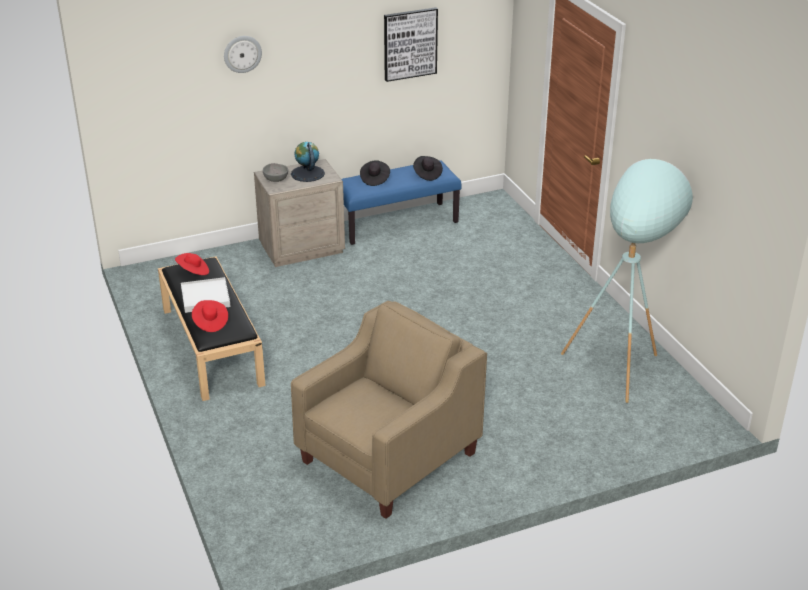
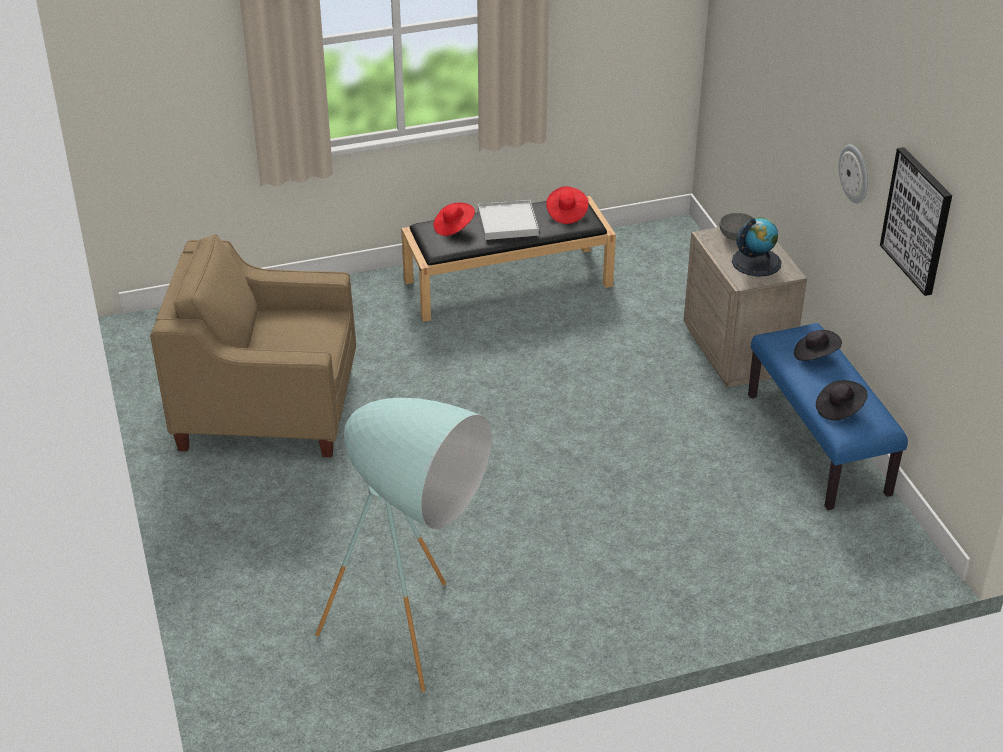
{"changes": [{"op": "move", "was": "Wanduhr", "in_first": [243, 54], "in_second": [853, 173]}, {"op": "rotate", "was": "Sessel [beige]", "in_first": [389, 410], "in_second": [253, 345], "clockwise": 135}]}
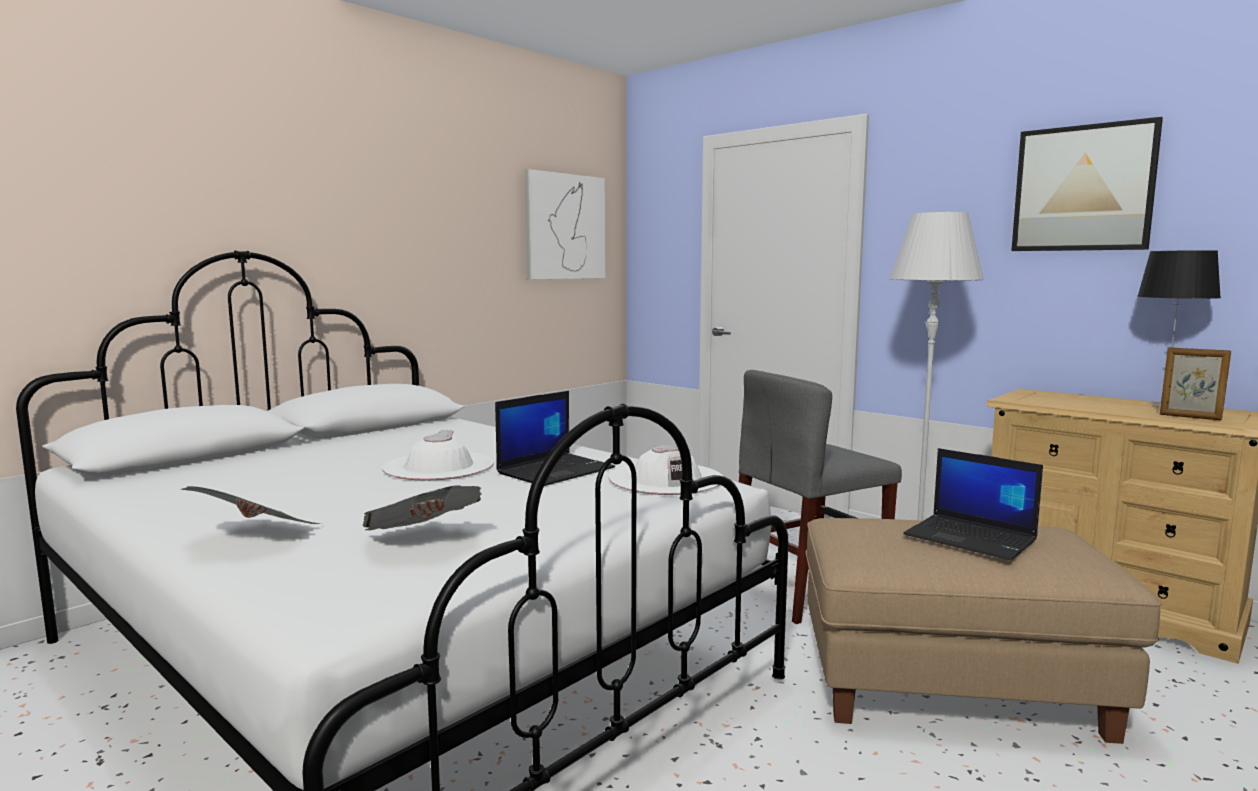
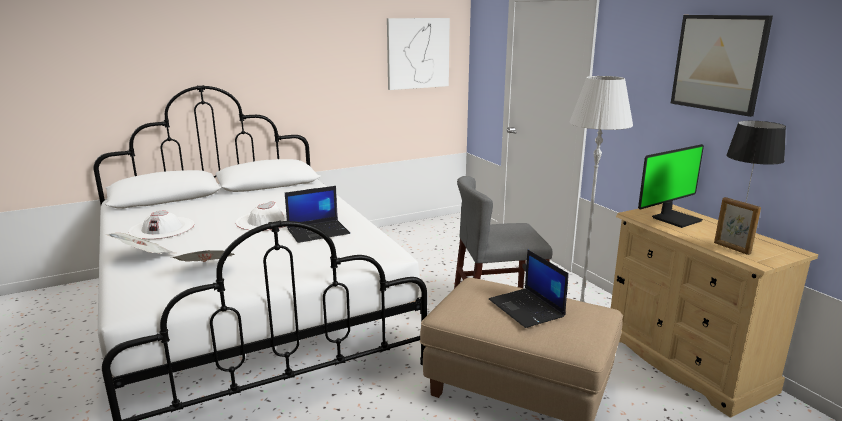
{"changes": [{"op": "move", "was": "Hut [weiß]", "in_first": [666, 470], "in_second": [161, 225]}, {"op": "insert", "now": "Monitor", "in_second": [671, 186]}]}
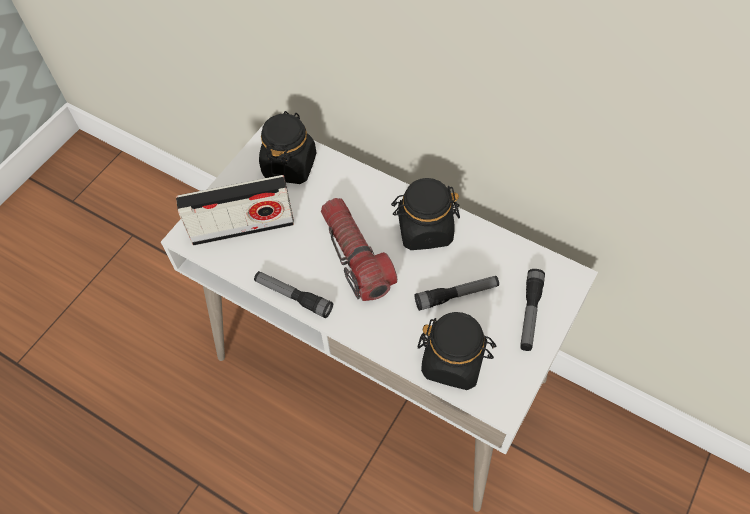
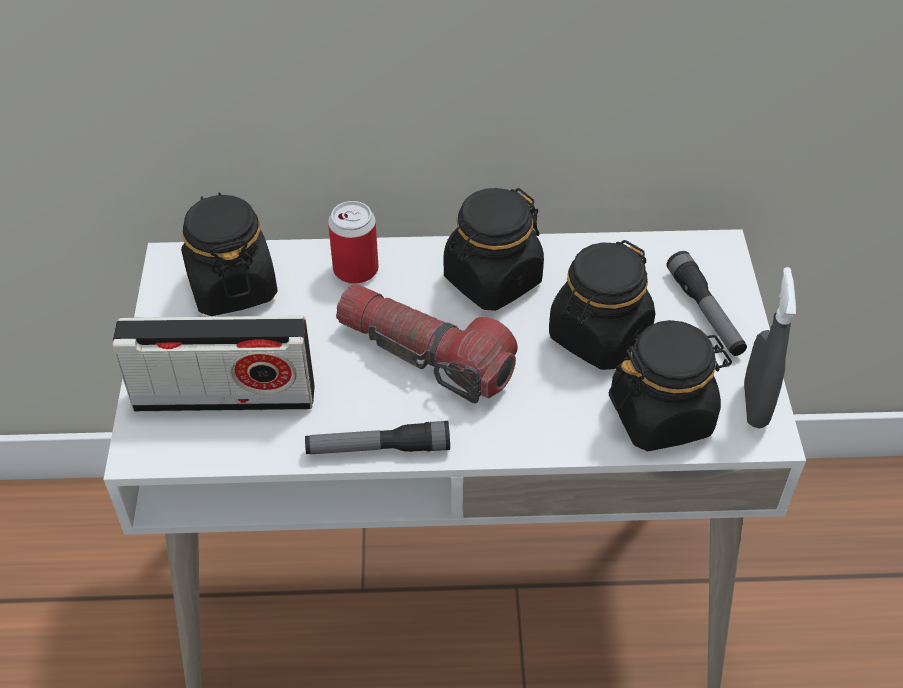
{"changes": [{"op": "rotate", "was": "Radio", "in_first": [235, 210], "in_second": [213, 364], "clockwise": 45}, {"op": "replace", "was": "Taschenlampe", "now": "Vorratsglas [schwarz]", "in_first": [456, 293], "in_second": [602, 305]}, {"op": "insert", "now": "Dose", "in_second": [353, 242]}, {"op": "insert", "now": "Sprühflasche [grau]", "in_second": [770, 347]}]}
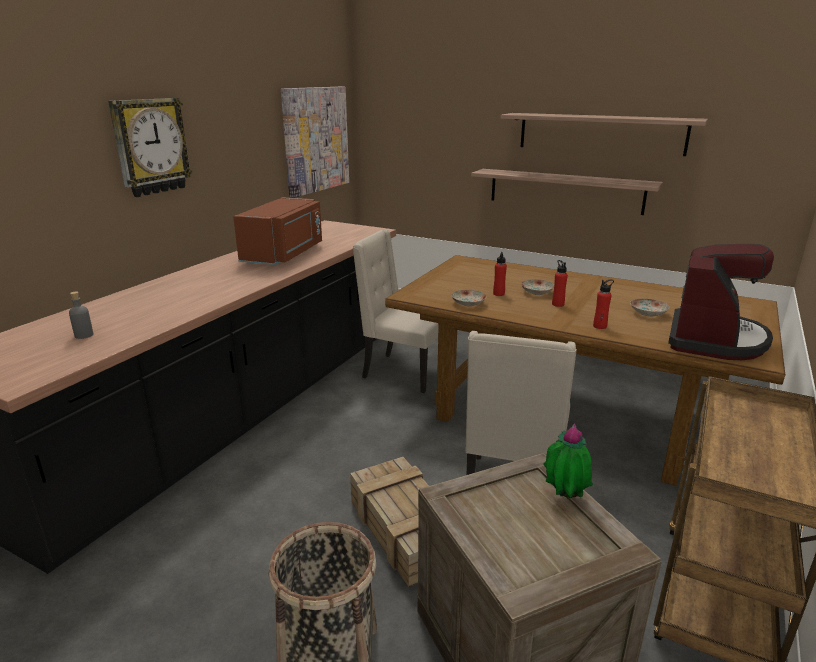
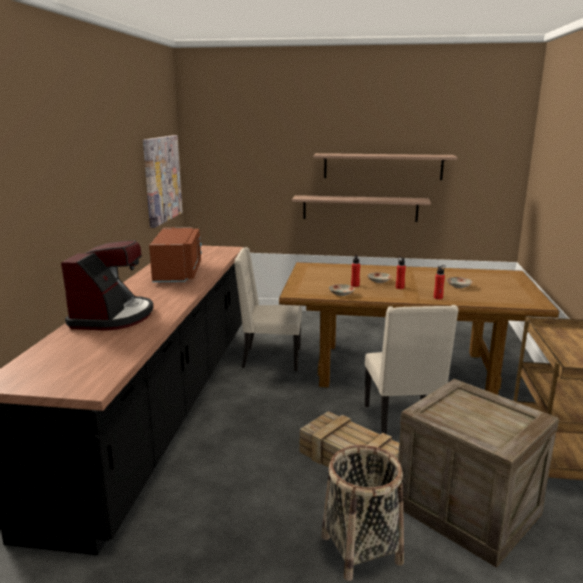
{"changes": [{"op": "delete", "was": "Wanduhr", "in_first": [150, 147]}, {"op": "move", "was": "Kaffeemaschine", "in_first": [721, 302], "in_second": [107, 285]}, {"op": "delete", "was": "Flasche [grau]", "in_first": [81, 315]}, {"op": "delete", "was": "Topfpflanze", "in_first": [568, 460]}]}
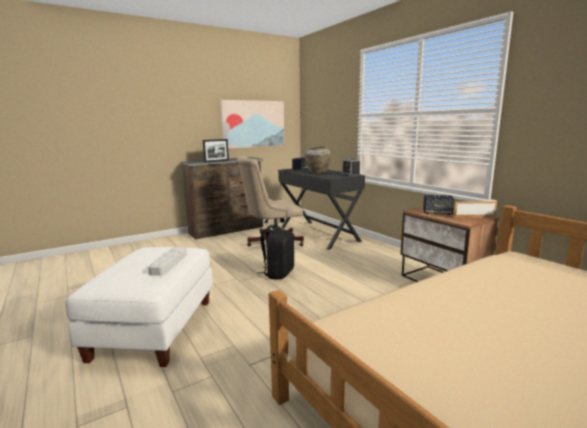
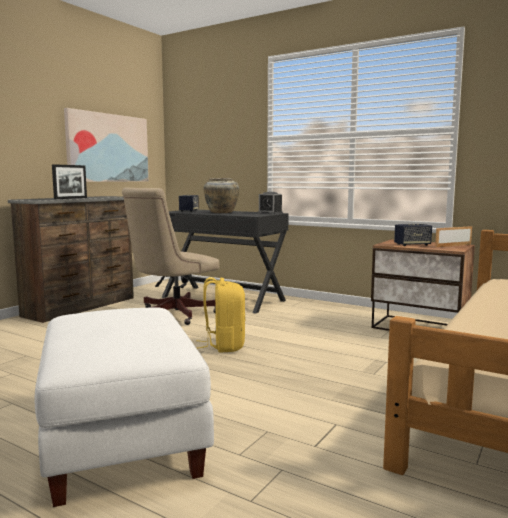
{"changes": [{"op": "recolor", "was": "Rucksack [schwarz]", "now": "Rucksack [gelb]", "in_first": [275, 252], "in_second": [221, 315]}, {"op": "delete", "was": "Tablett [grau]", "in_first": [167, 261]}]}
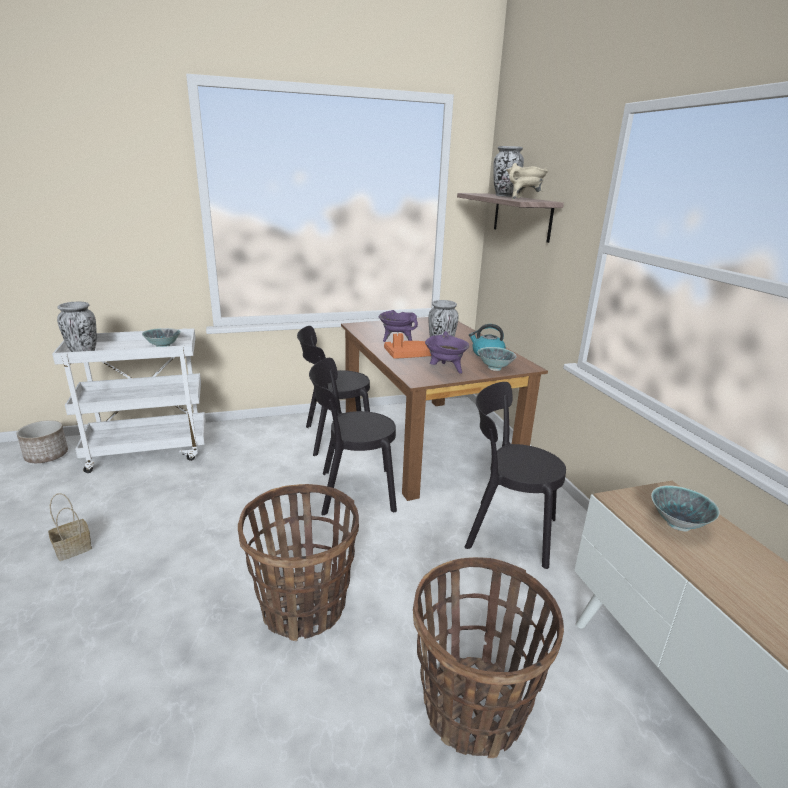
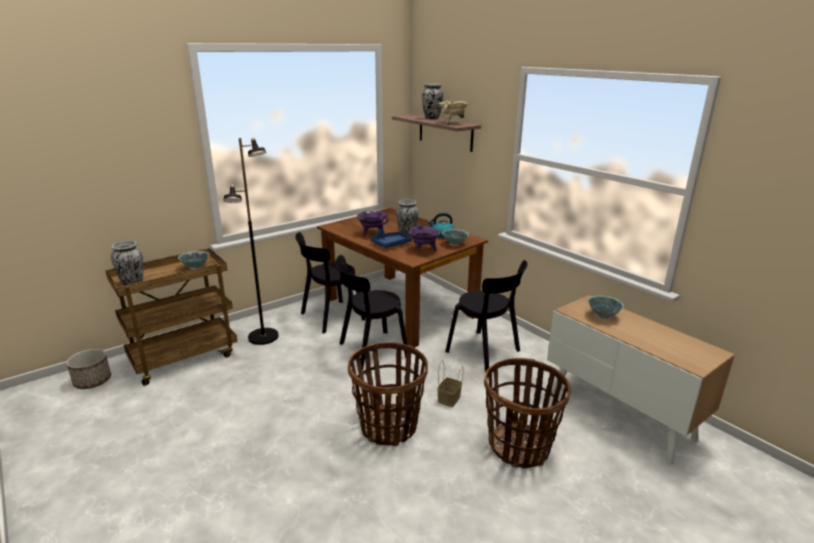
{"changes": [{"op": "recolor", "was": "Rollwagen [weiß]", "now": "Rollwagen [braun]", "in_first": [129, 400], "in_second": [171, 317]}, {"op": "recolor", "was": "Tablett [orange]", "now": "Tablett [blau]", "in_first": [407, 346], "in_second": [391, 238]}, {"op": "rotate", "was": "Stuhl [schwarz]", "in_first": [515, 475], "in_second": [486, 316], "clockwise": -135}, {"op": "move", "was": "Korb", "in_first": [70, 527], "in_second": [450, 383]}, {"op": "insert", "now": "Stehlampe [schwarz]", "in_second": [251, 241]}]}
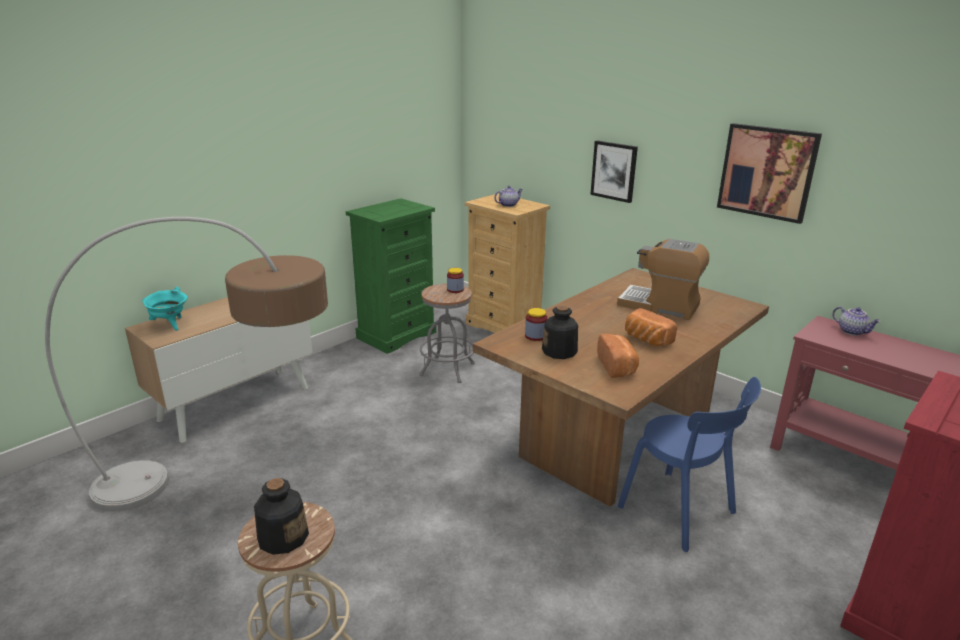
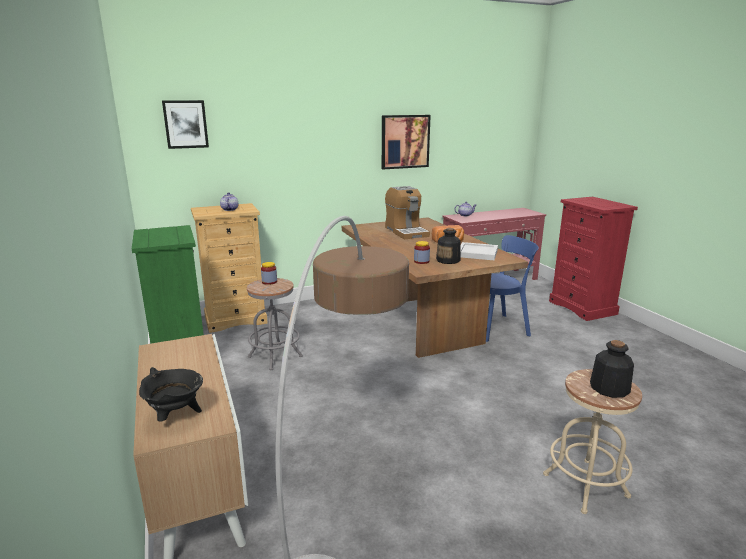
{"changes": [{"op": "move", "was": "Bild", "in_first": [614, 172], "in_second": [185, 124]}, {"op": "rotate", "was": "Kaffeemaschine", "in_first": [663, 279], "in_second": [407, 212], "clockwise": -75}, {"op": "recolor", "was": "Kochtopf [türkis]", "now": "Kochtopf [schwarz]", "in_first": [165, 308], "in_second": [171, 394]}, {"op": "replace", "was": "Brot", "now": "Tablett [weiß]", "in_first": [618, 356], "in_second": [479, 251]}]}
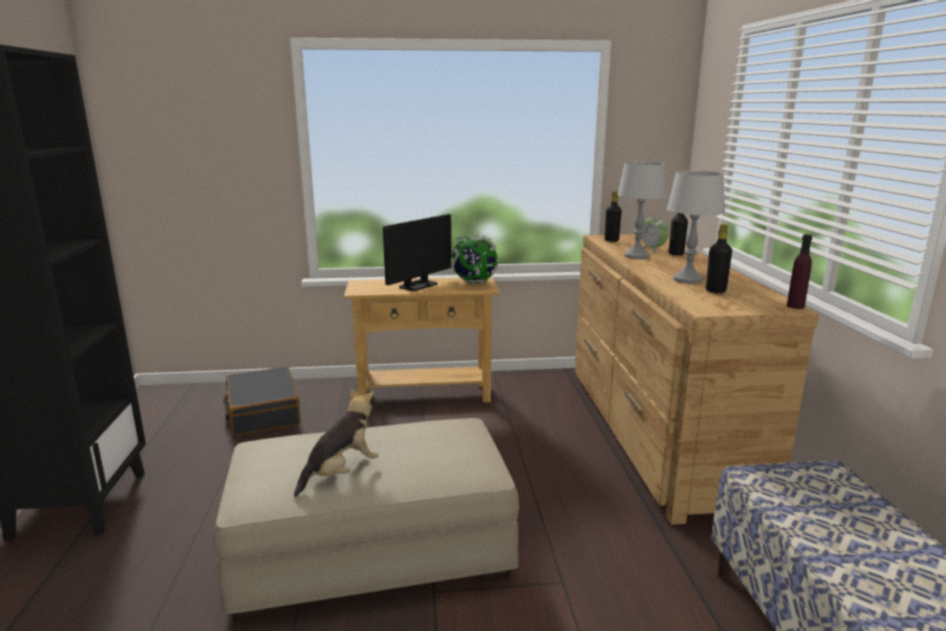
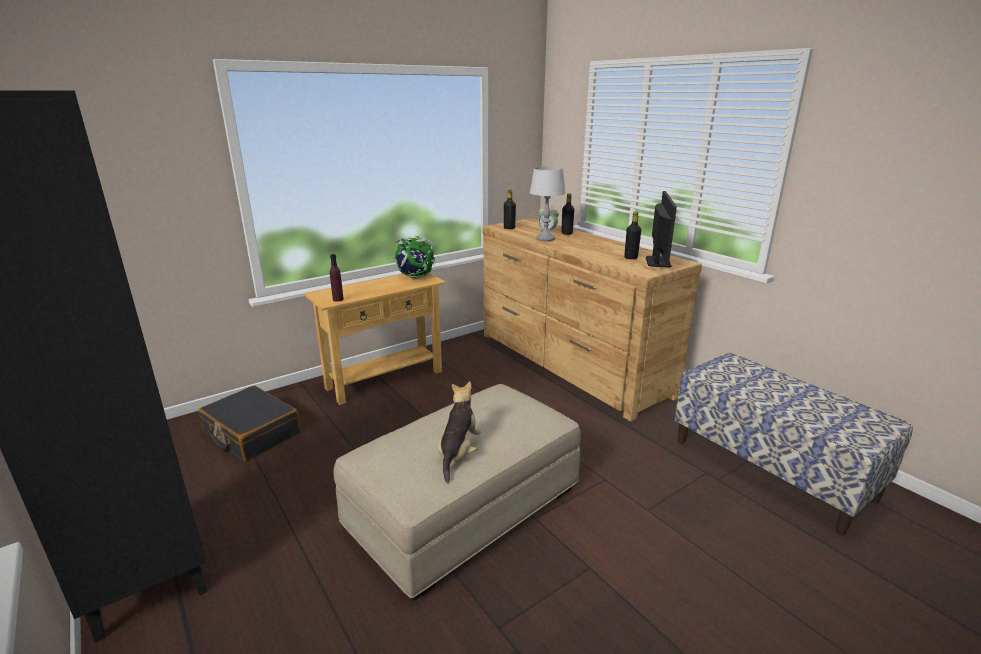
{"changes": [{"op": "delete", "was": "Tischlampe [grau]", "in_first": [696, 227]}, {"op": "move", "was": "Monitor", "in_first": [417, 252], "in_second": [661, 229]}, {"op": "move", "was": "Flasche [lila]", "in_first": [799, 271], "in_second": [337, 278]}]}
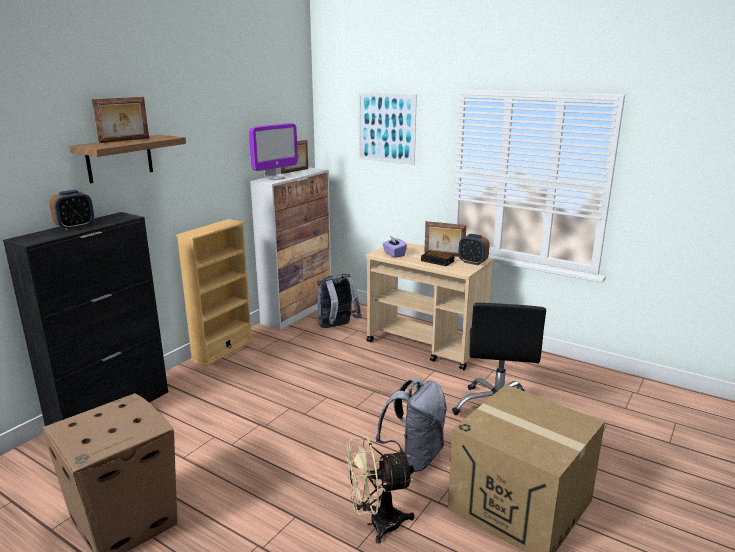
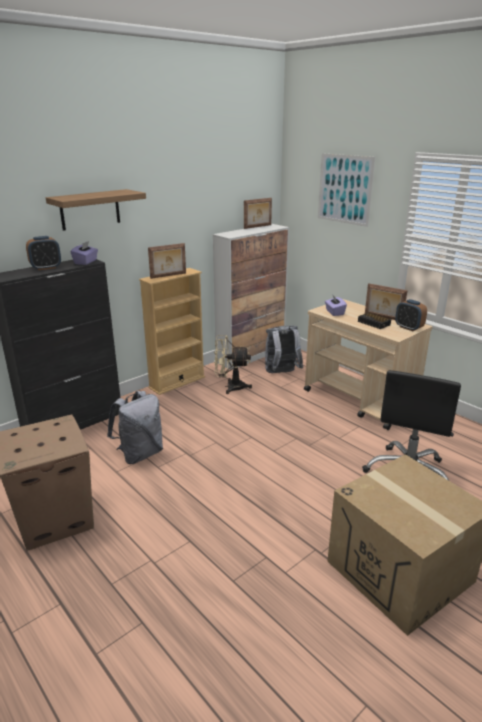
{"changes": [{"op": "move", "was": "Bilderrahmen", "in_first": [120, 120], "in_second": [167, 261]}, {"op": "delete", "was": "Monitor", "in_first": [273, 151]}, {"op": "move", "was": "Rucksack [grau]", "in_first": [411, 425], "in_second": [135, 427]}, {"op": "move", "was": "Ventilator [beige]", "in_first": [380, 490], "in_second": [233, 364]}, {"op": "insert", "now": "Taschentuchbox [lila]", "in_second": [84, 253]}]}
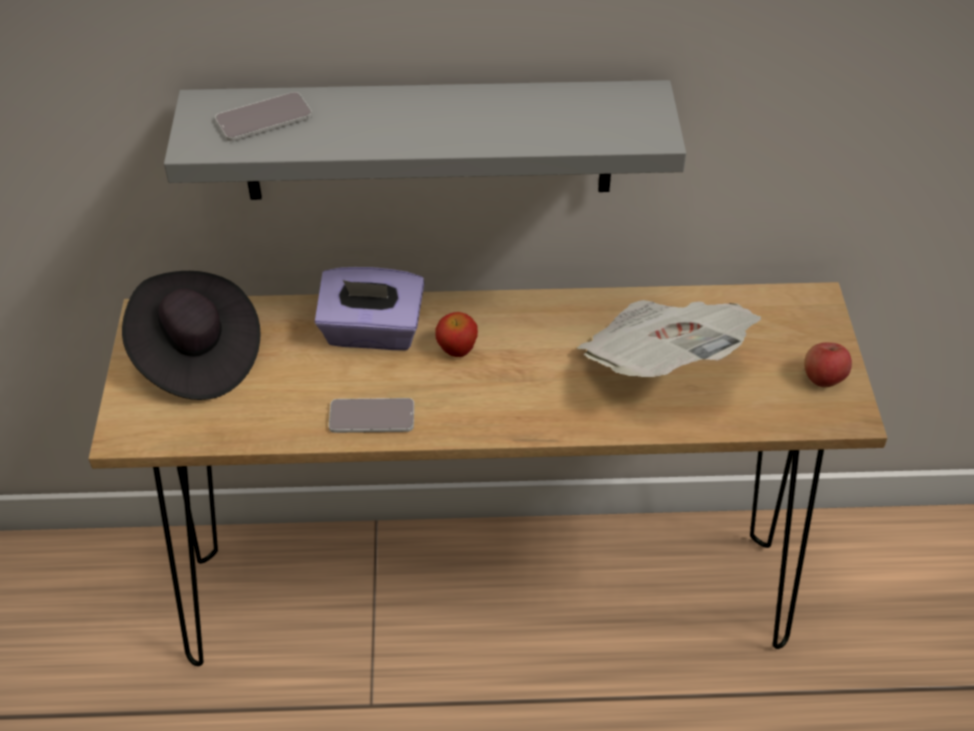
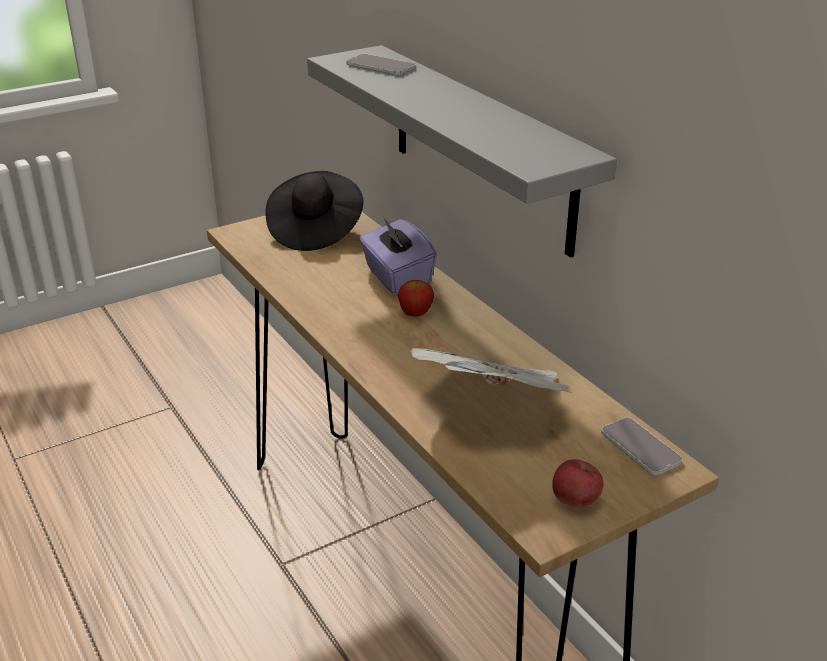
{"changes": [{"op": "move", "was": "Handy", "in_first": [371, 415], "in_second": [642, 446]}]}
